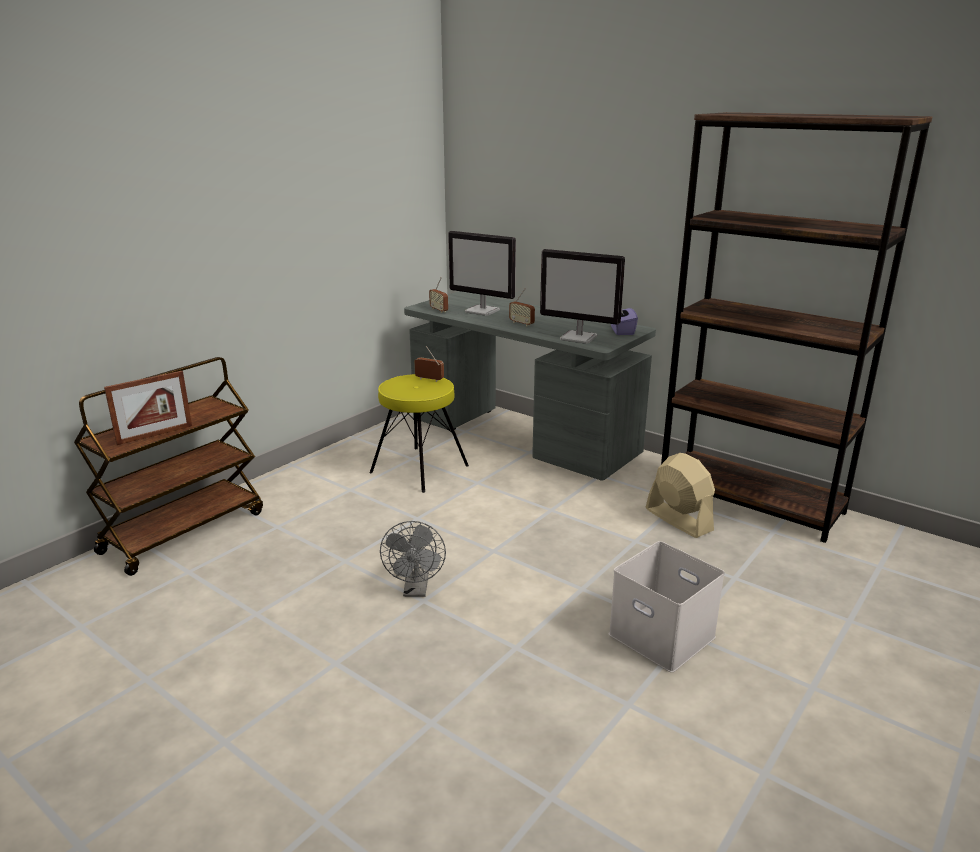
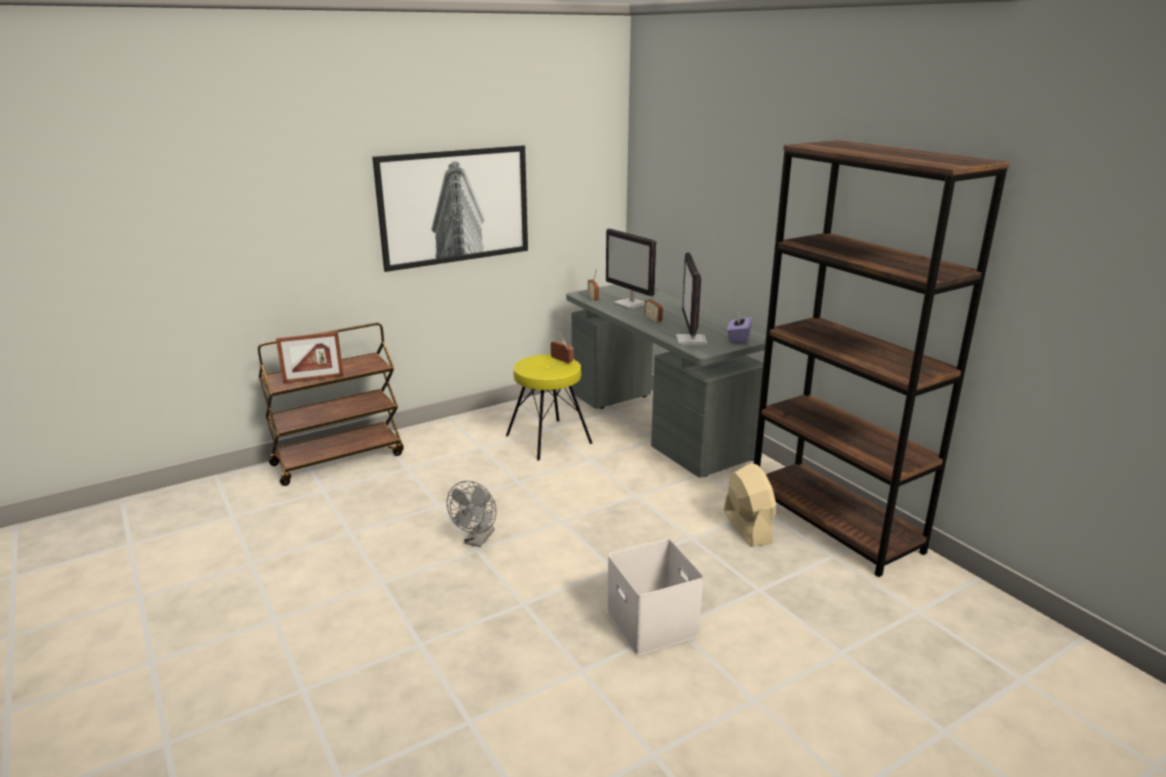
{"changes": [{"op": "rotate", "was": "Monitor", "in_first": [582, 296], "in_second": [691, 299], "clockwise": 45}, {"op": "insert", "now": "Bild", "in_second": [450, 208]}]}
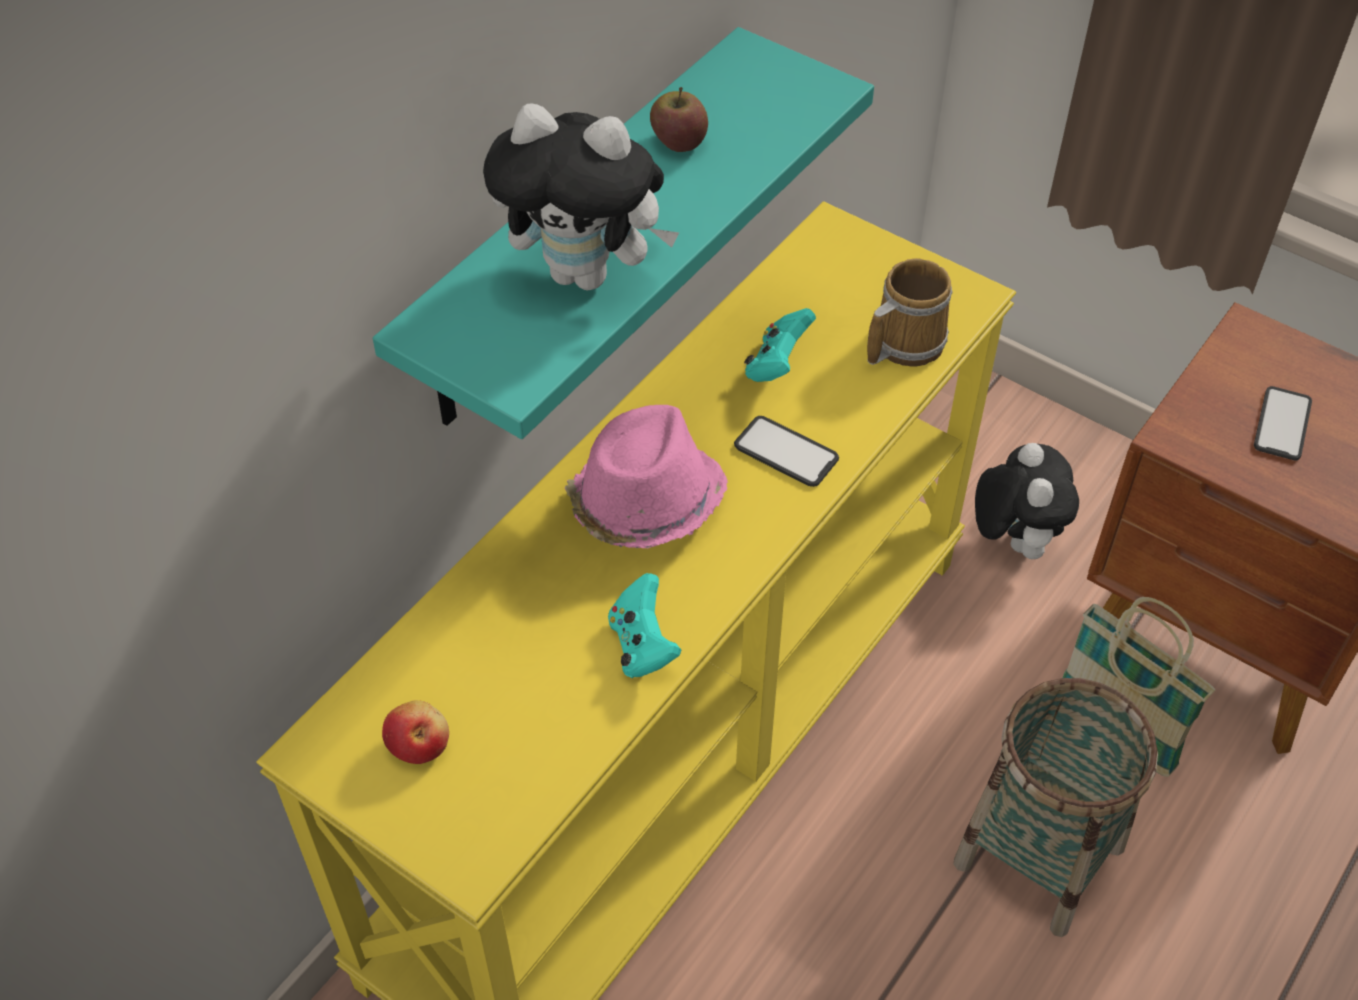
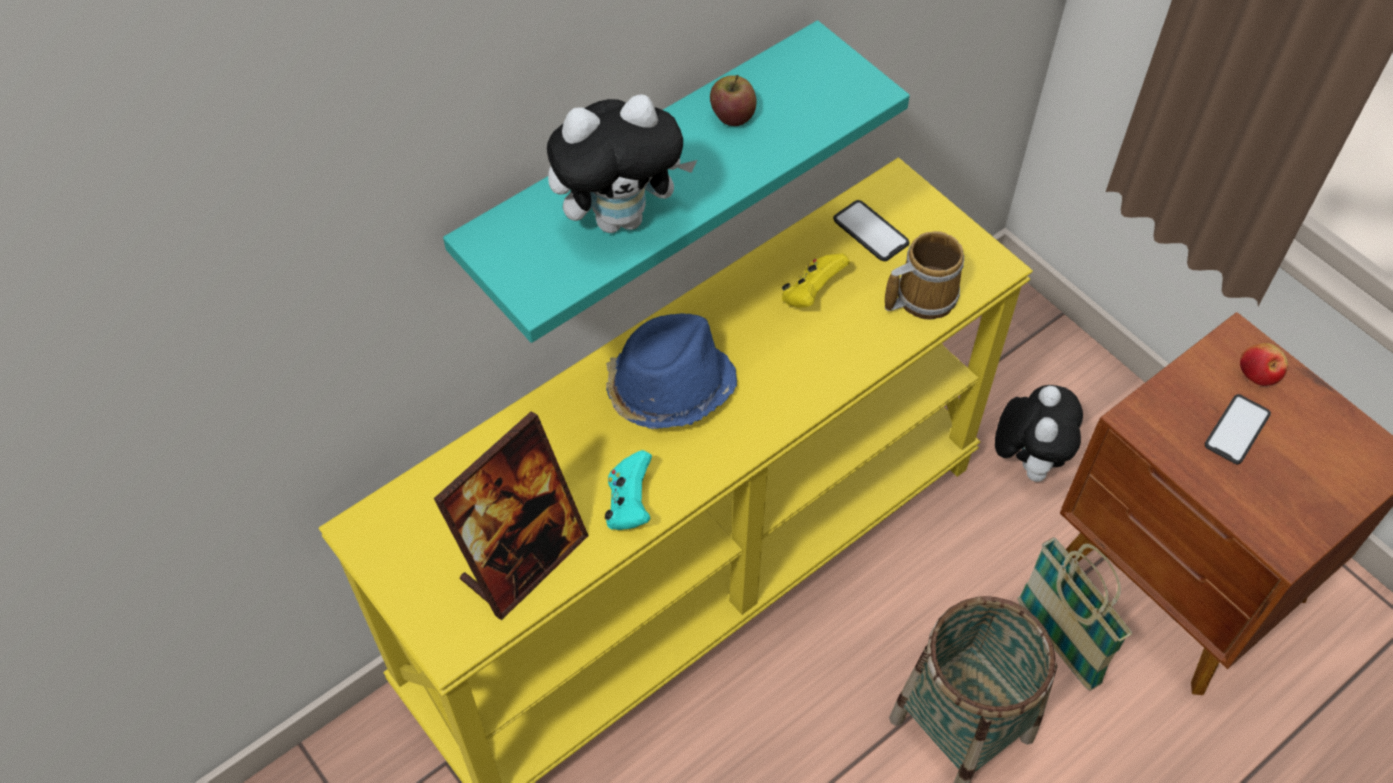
{"changes": [{"op": "rotate", "was": "Plüschtier", "in_first": [581, 197], "in_second": [622, 163], "clockwise": -45}, {"op": "recolor", "was": "Gamepad [türkis]", "now": "Gamepad [gelb]", "in_first": [780, 345], "in_second": [816, 280]}, {"op": "recolor", "was": "Hut [rosa]", "now": "Hut [blau]", "in_first": [646, 476], "in_second": [671, 371]}, {"op": "move", "was": "Handy", "in_first": [786, 451], "in_second": [871, 230]}, {"op": "move", "was": "Apfel", "in_first": [415, 732], "in_second": [1264, 364]}, {"op": "insert", "now": "Bilderrahmen", "in_second": [511, 515]}]}
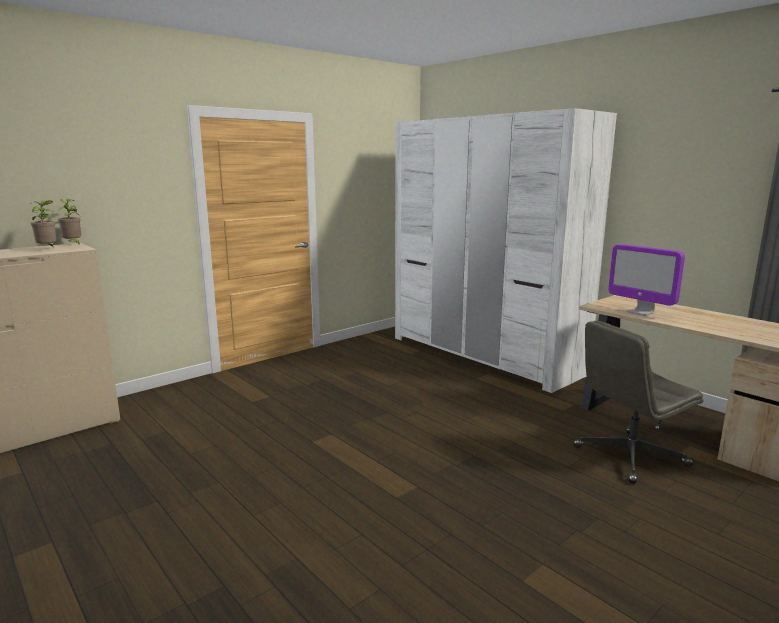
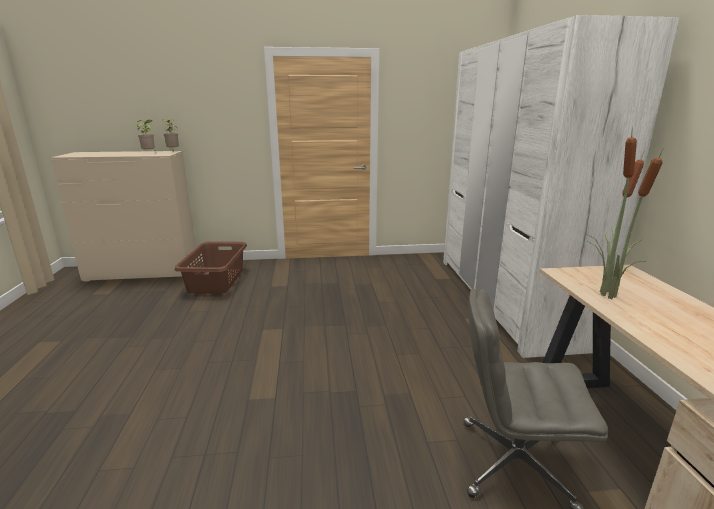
{"changes": [{"op": "replace", "was": "Monitor", "now": "Topfpflanze", "in_first": [646, 280], "in_second": [625, 212]}, {"op": "insert", "now": "Wäschekorb [braun]", "in_second": [211, 267]}]}
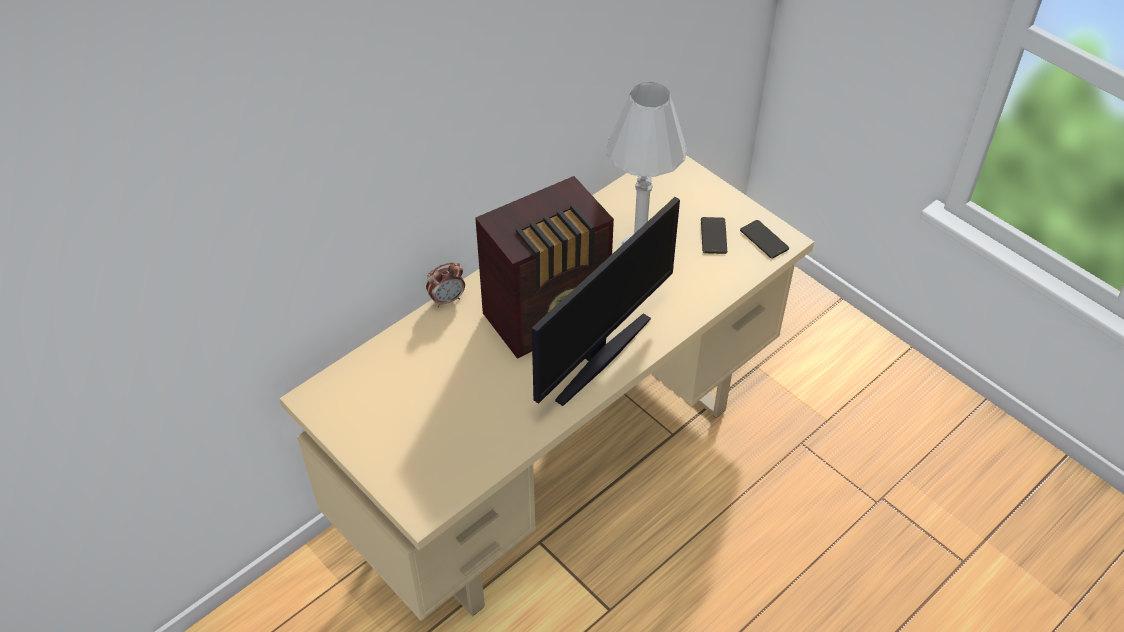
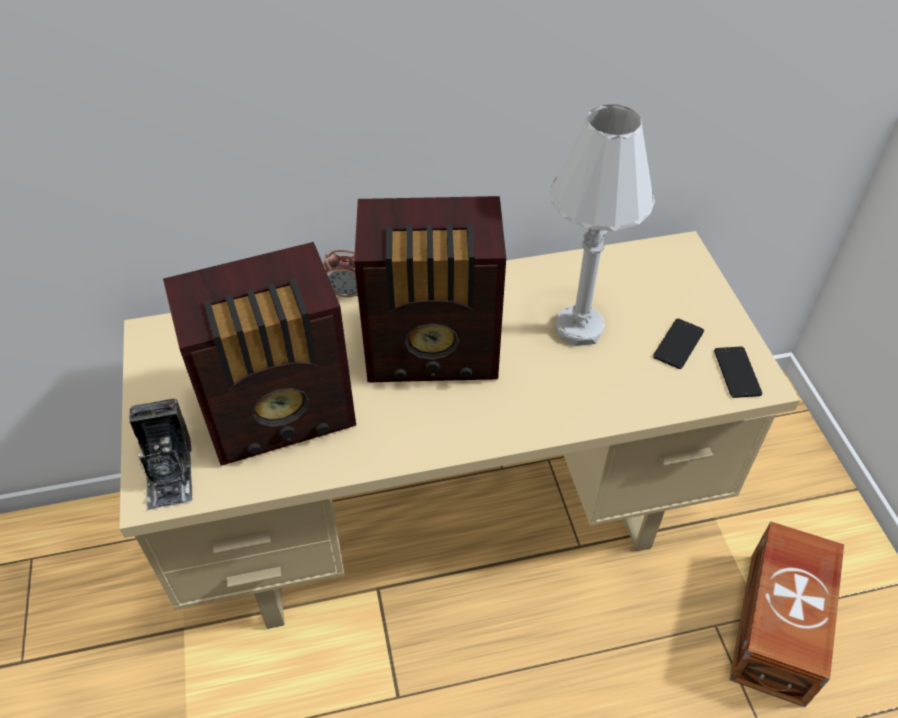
{"changes": [{"op": "delete", "was": "Monitor", "in_first": [606, 301]}, {"op": "insert", "now": "Radio", "in_second": [259, 354]}, {"op": "insert", "now": "Kamera", "in_second": [161, 454]}, {"op": "insert", "now": "Aufbewahrungsbox [braun]", "in_second": [786, 614]}]}
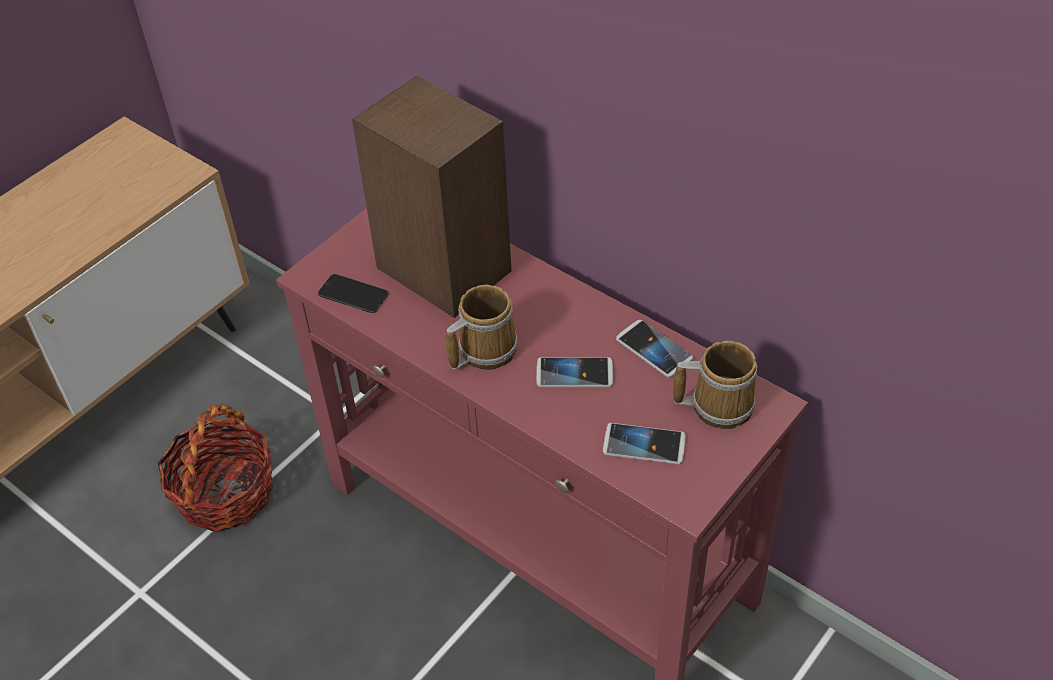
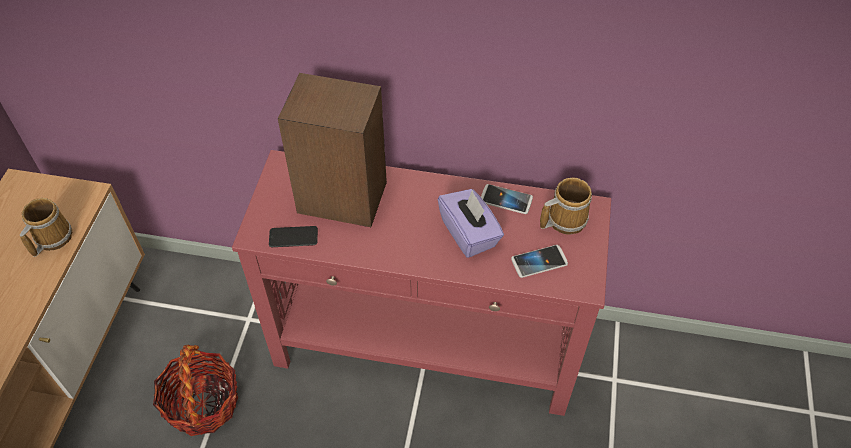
{"changes": [{"op": "move", "was": "Henkelbecher", "in_first": [482, 327], "in_second": [46, 227]}, {"op": "replace", "was": "Handy", "now": "Taschentuchbox [lila]", "in_first": [574, 372], "in_second": [471, 223]}]}
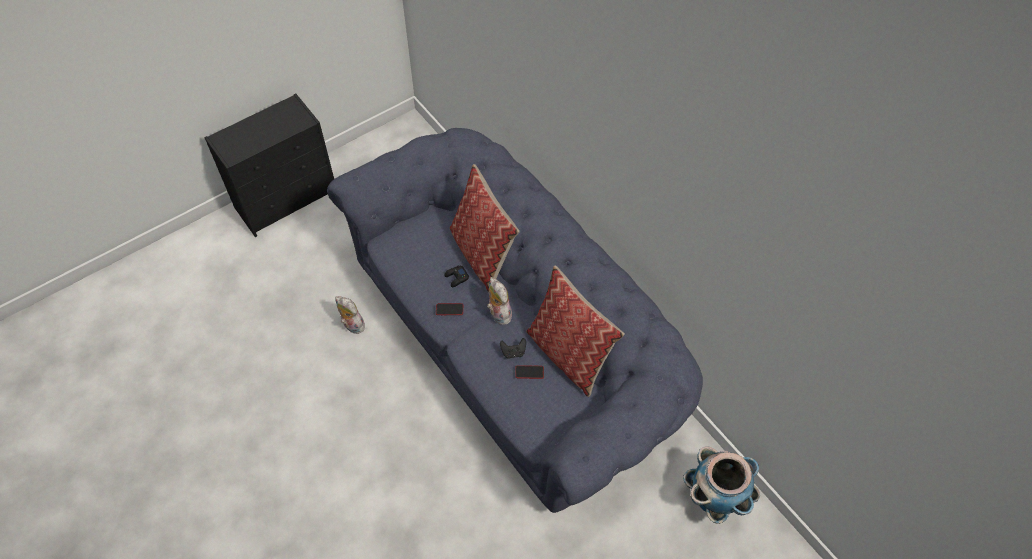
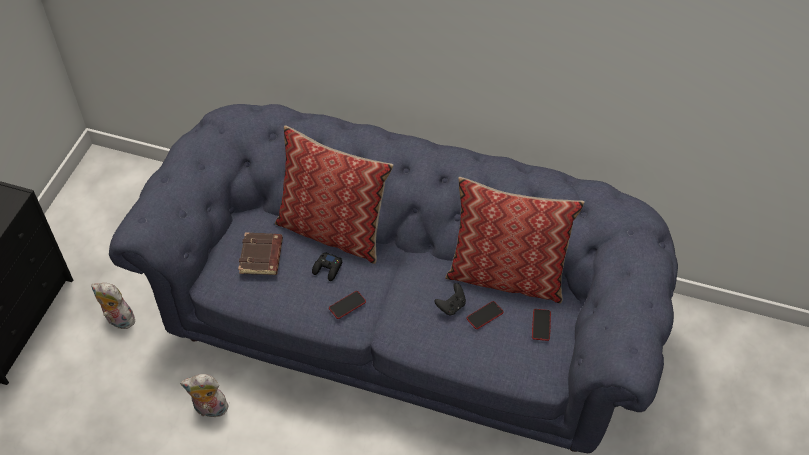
{"changes": [{"op": "move", "was": "Plüschtier", "in_first": [499, 301], "in_second": [115, 306]}, {"op": "delete", "was": "Pflanzkübel", "in_first": [721, 485]}, {"op": "insert", "now": "Buch [braun]", "in_second": [260, 253]}, {"op": "insert", "now": "Handy", "in_second": [541, 325]}]}
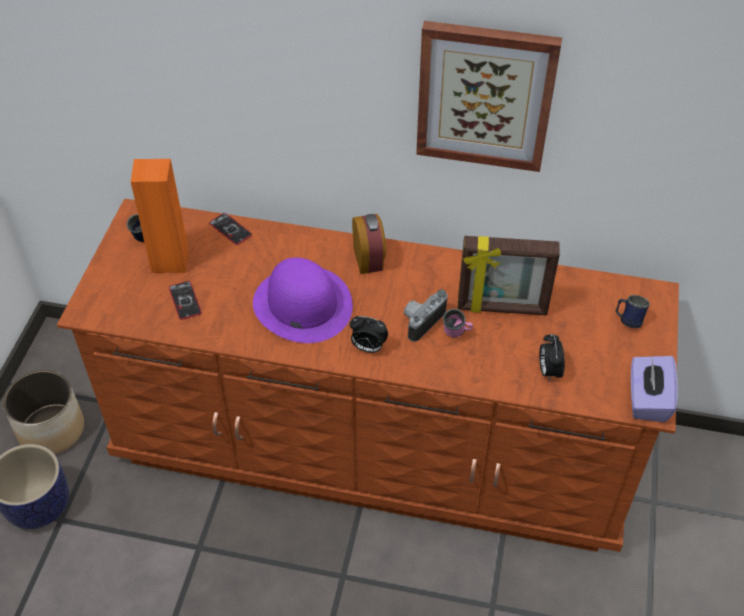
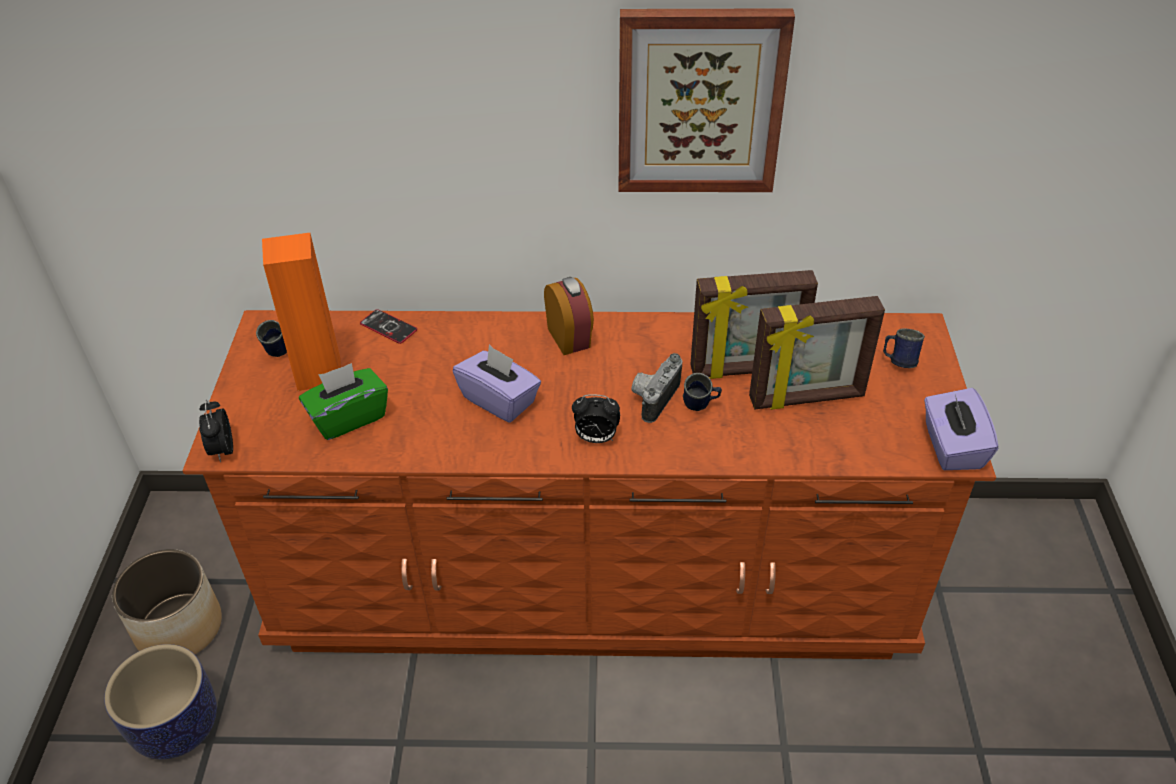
{"changes": [{"op": "replace", "was": "Hut [lila]", "now": "Taschentuchbox [lila]", "in_first": [303, 300], "in_second": [497, 384]}, {"op": "replace", "was": "Handy", "now": "Taschentuchbox [grün]", "in_first": [185, 300], "in_second": [343, 401]}, {"op": "recolor", "was": "Henkelbecher [rosa]", "now": "Henkelbecher [blau]", "in_first": [458, 323], "in_second": [702, 392]}, {"op": "move", "was": "Wecker", "in_first": [552, 358], "in_second": [216, 431]}, {"op": "insert", "now": "Bilderrahmen", "in_second": [817, 353]}]}
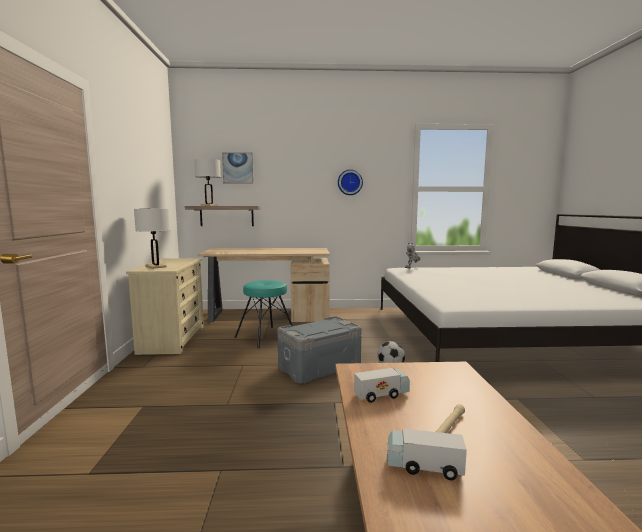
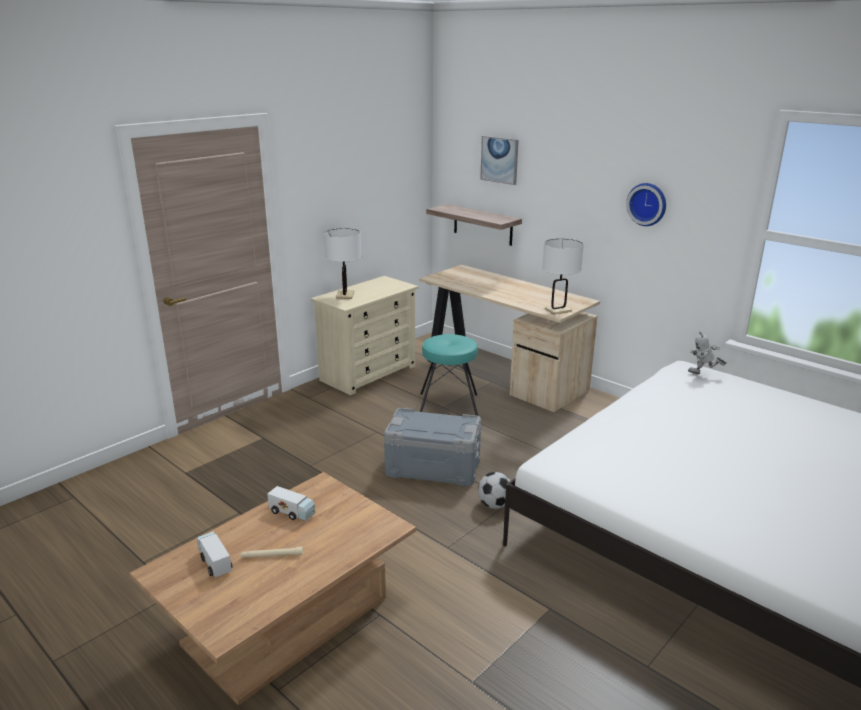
{"changes": [{"op": "move", "was": "Tischlampe [weiß]", "in_first": [207, 182], "in_second": [563, 277]}]}
